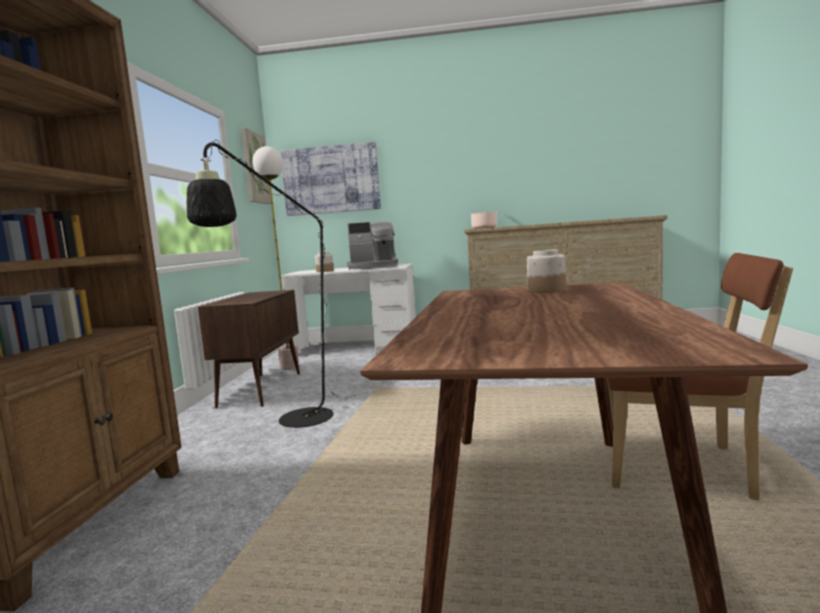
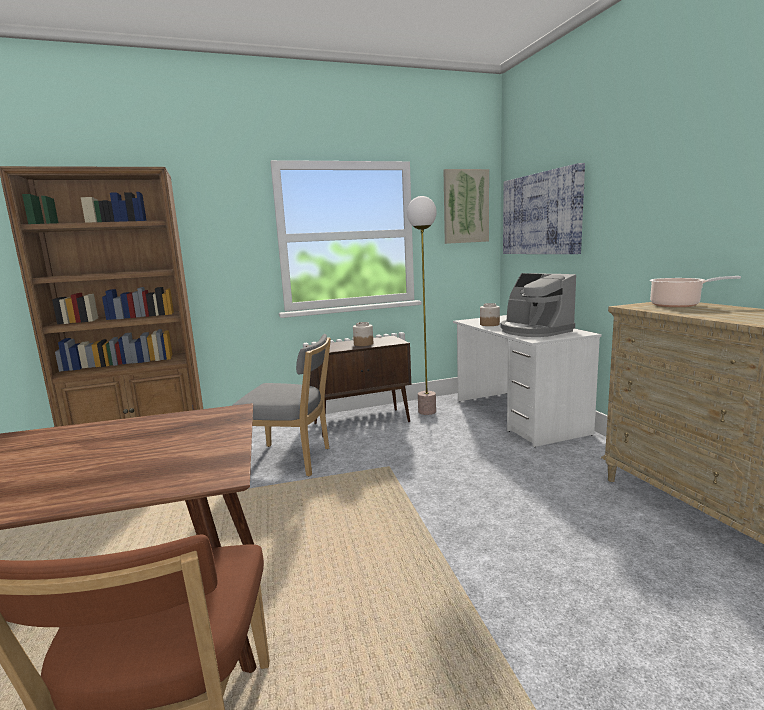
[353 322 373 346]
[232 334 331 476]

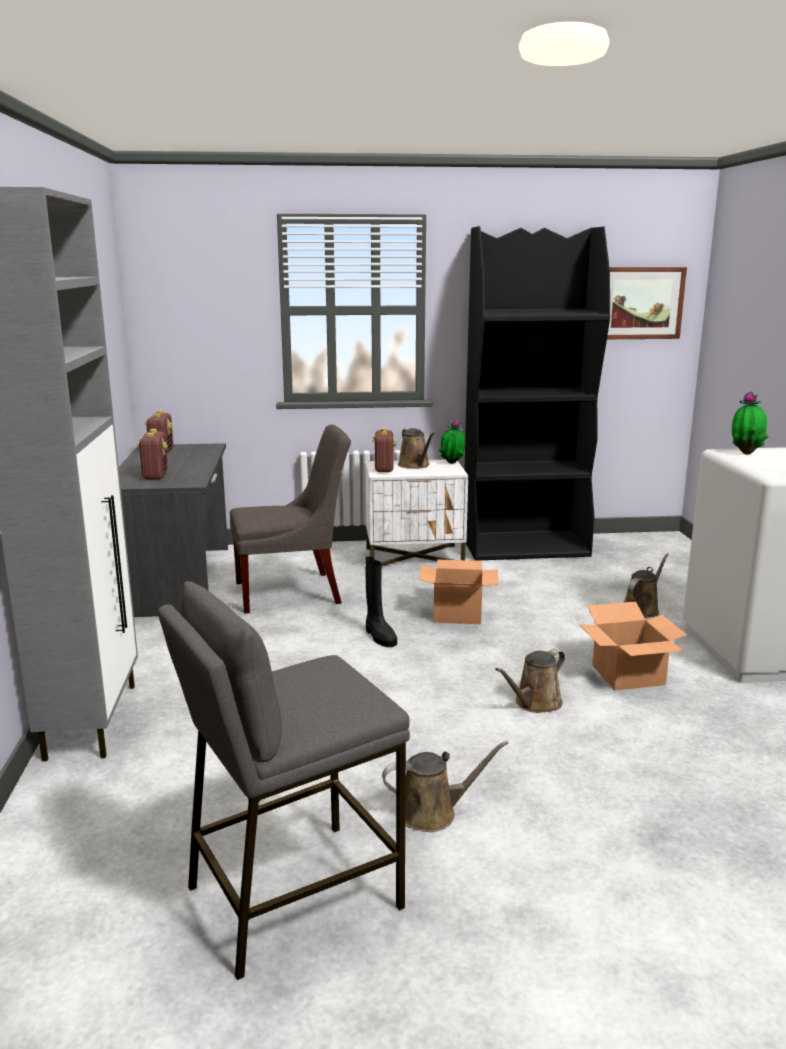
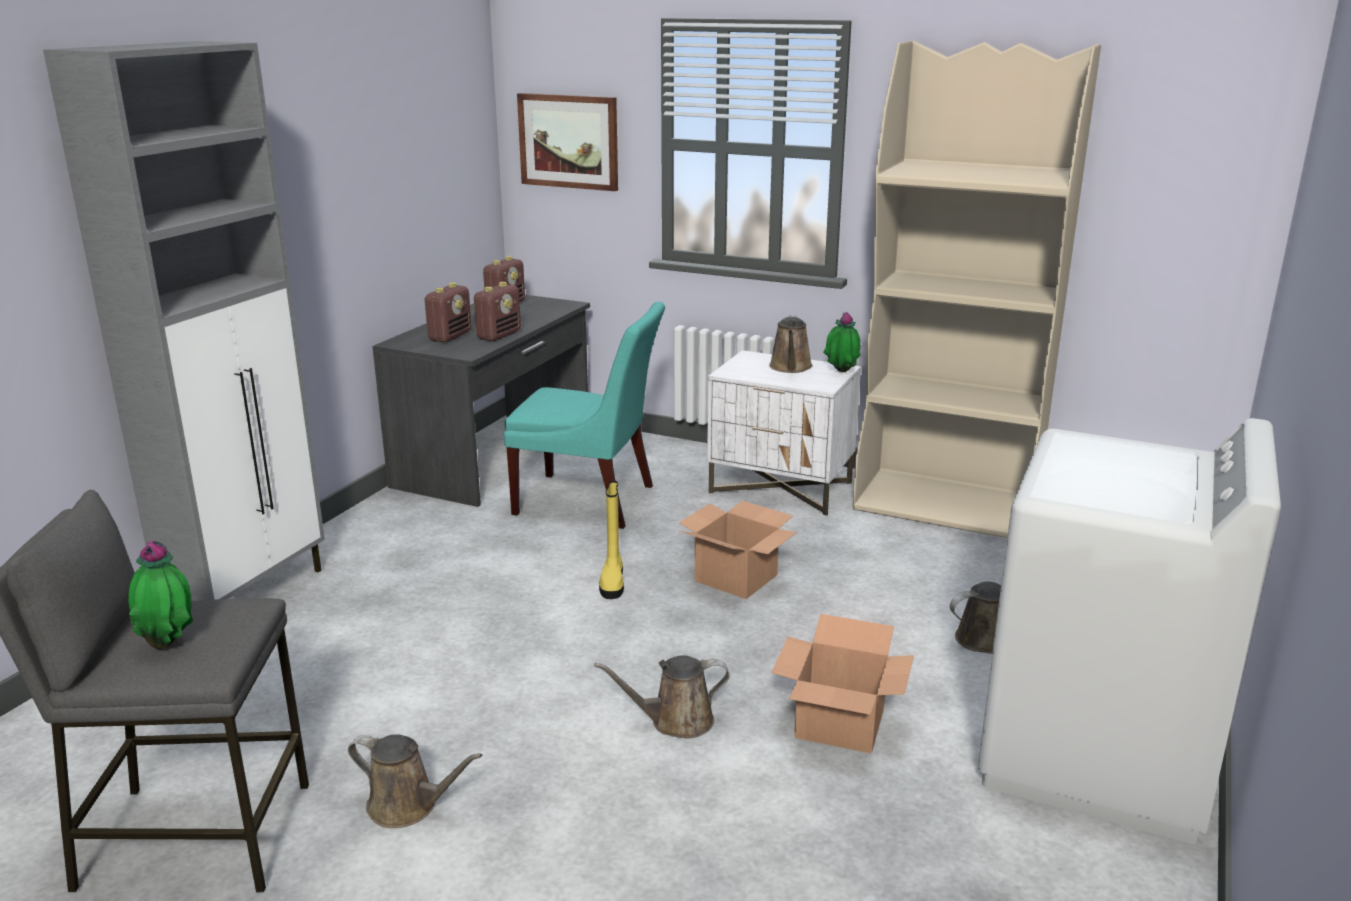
[474 282 521 341]
[517 93 618 191]
[128 540 193 649]
[504 302 665 529]
[599 481 624 599]
[852 41 1101 538]

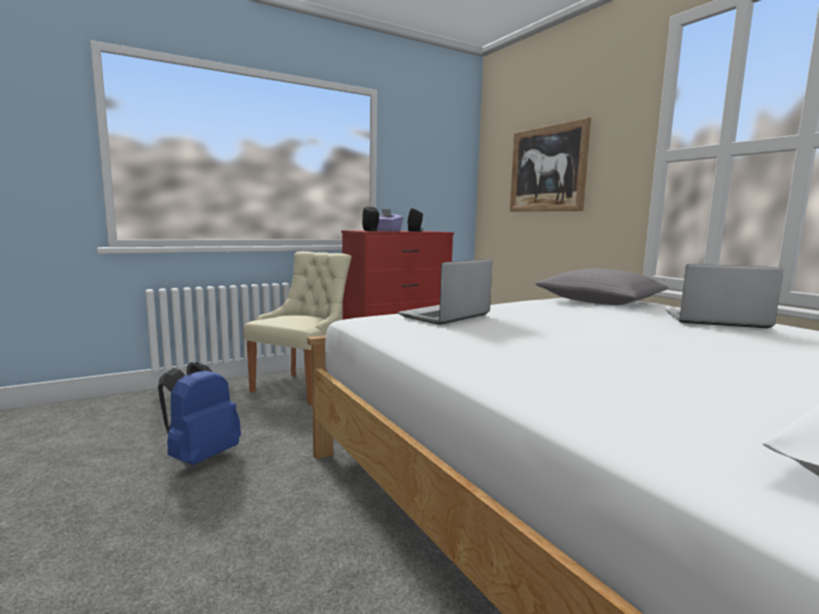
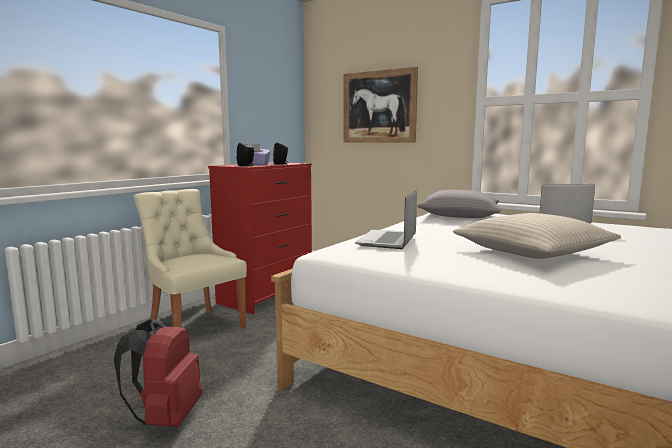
[453 213 621 259]
[114 319 202 427]
[134 189 247 328]

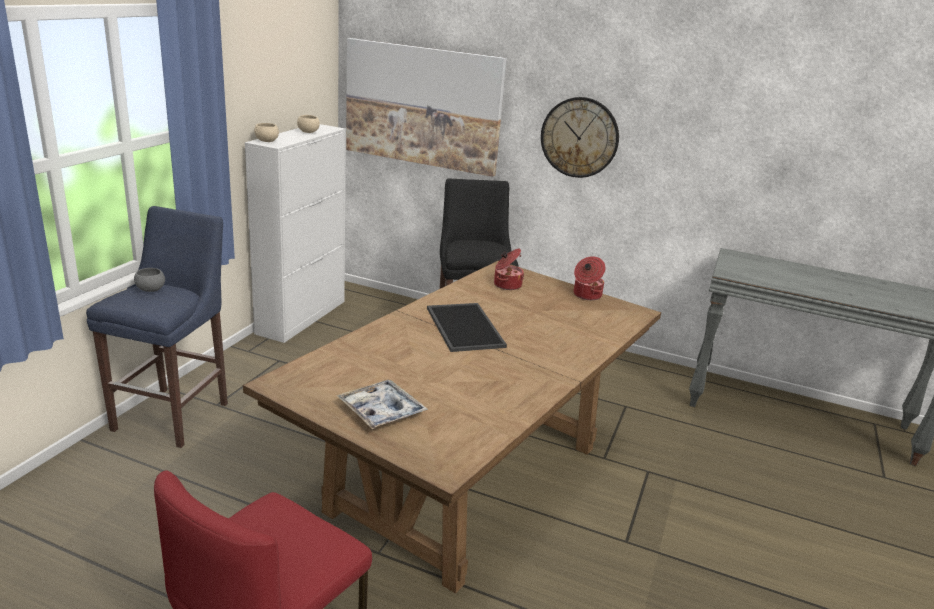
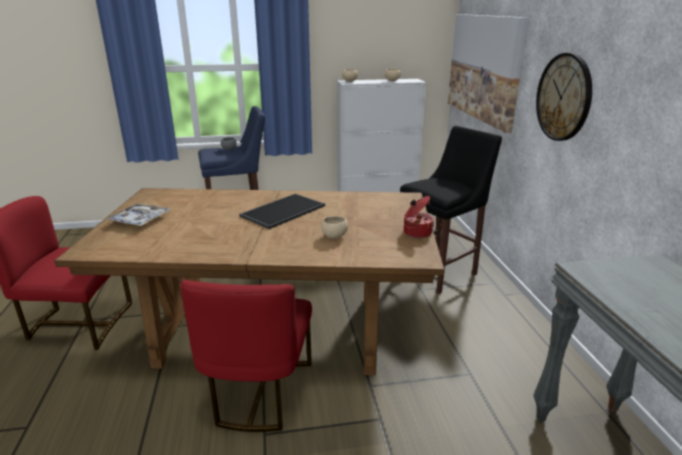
[494 249 524 290] (first image)
[180 280 312 432]
[321 216 348 239]

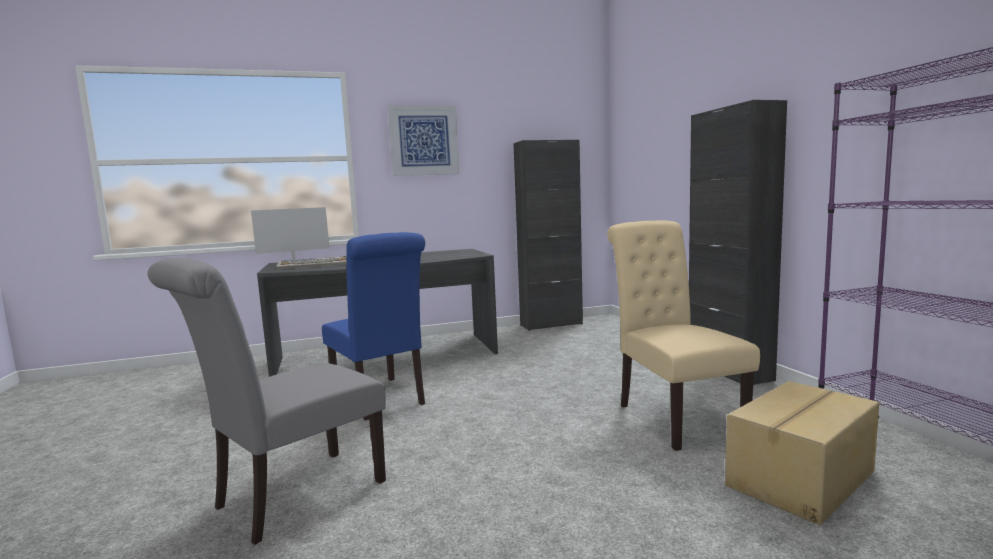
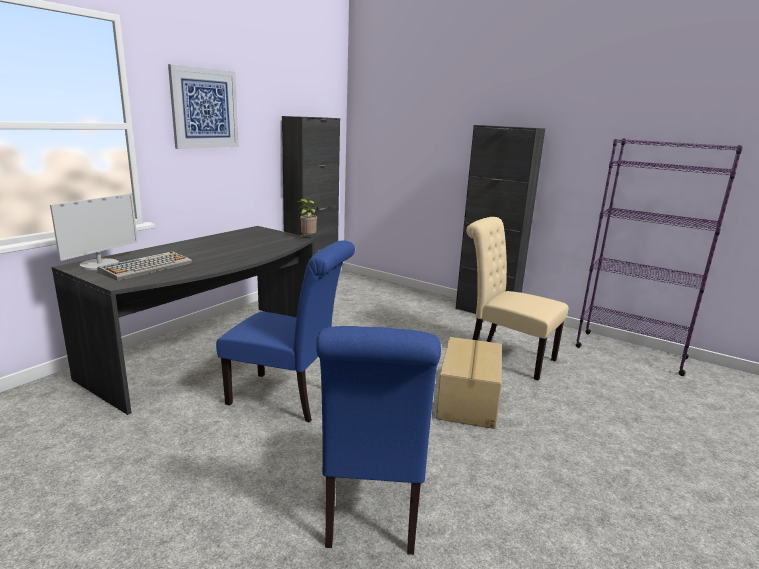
[296 199 317 238]
[436 337 502 429]
[316 326 441 555]

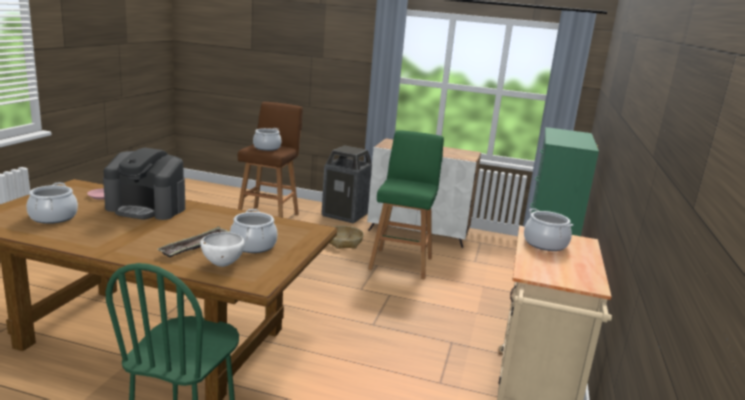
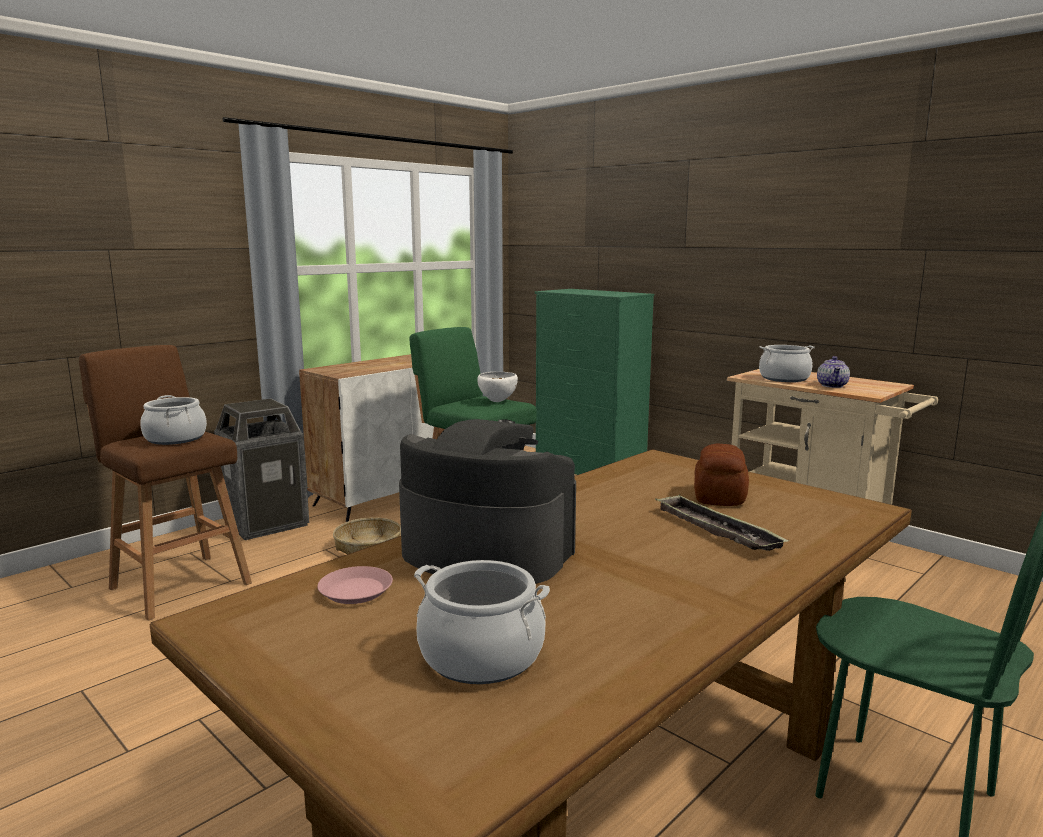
[817 356 850 388]
[477 372 518 402]
[694 443 749 506]
[399 419 576 584]

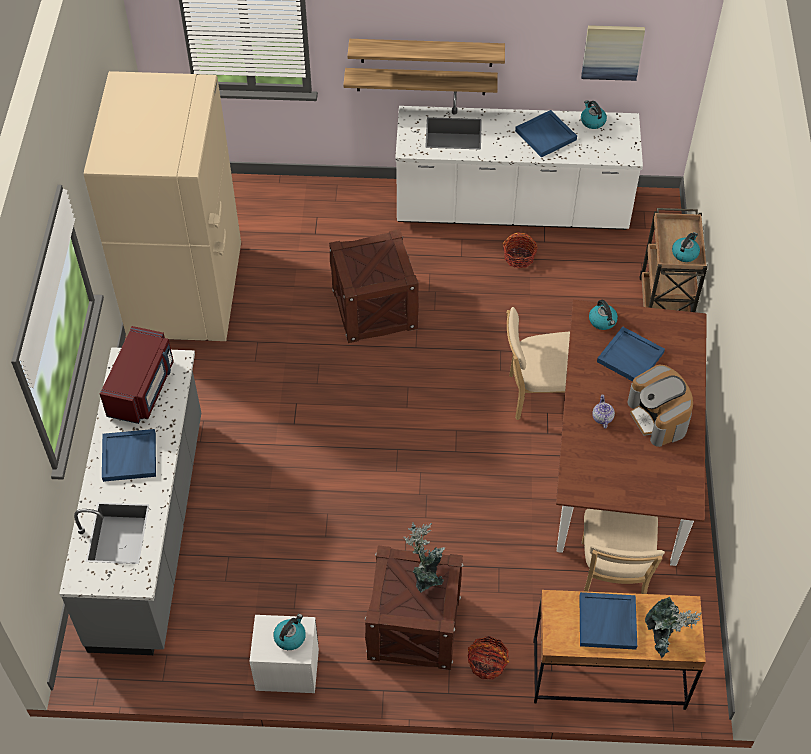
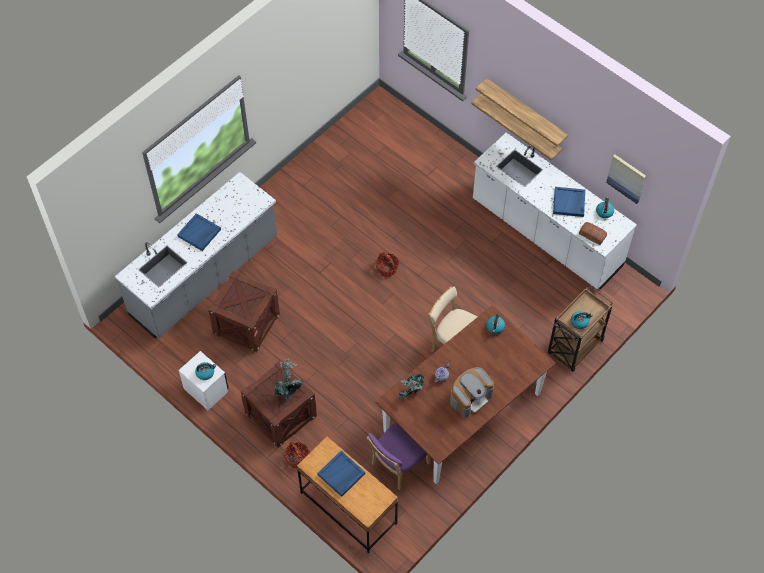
[84 71 241 341] (first image)
[100 326 174 424] (first image)
[597 326 665 381] (first image)
[579 222 607 245]
[208 271 280 353]
[375 252 399 277]
[399 374 424 400]
[366 422 430 490]
[450 367 494 418]

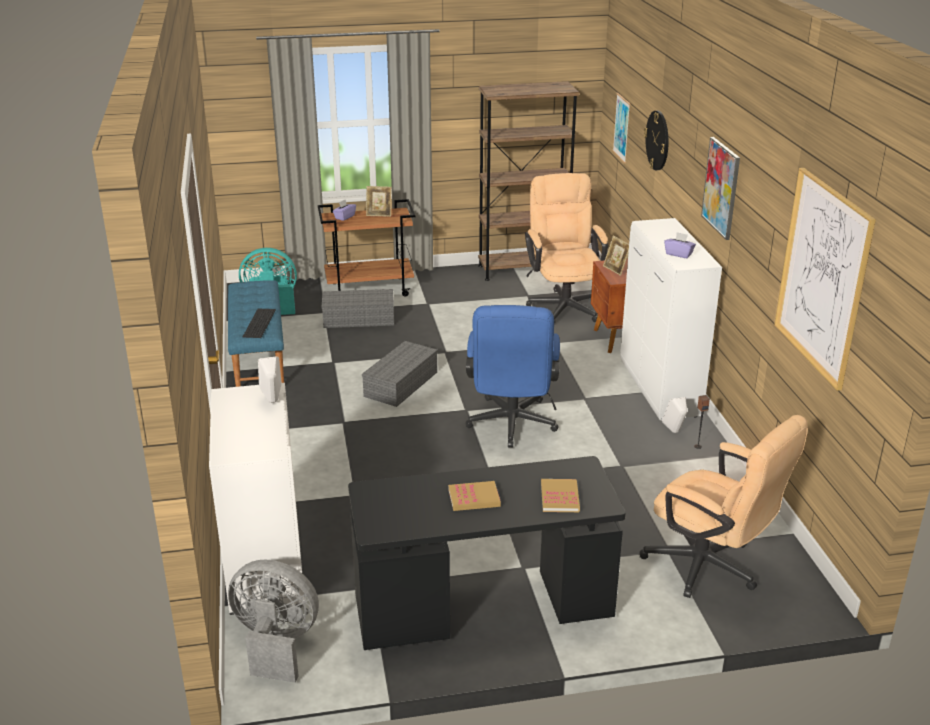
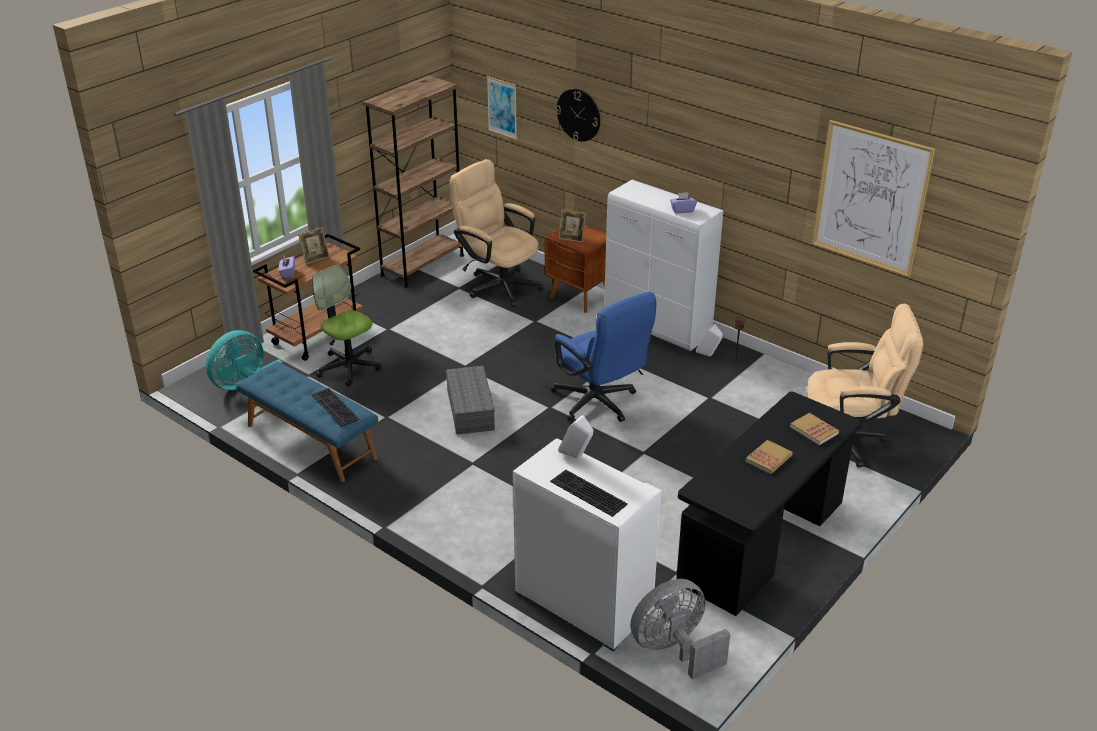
[701 137 740 240] (first image)
[550 470 628 517]
[312 265 382 386]

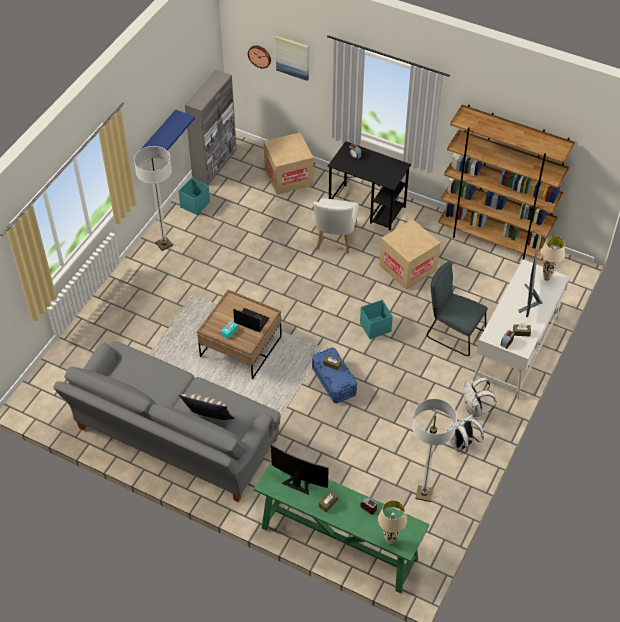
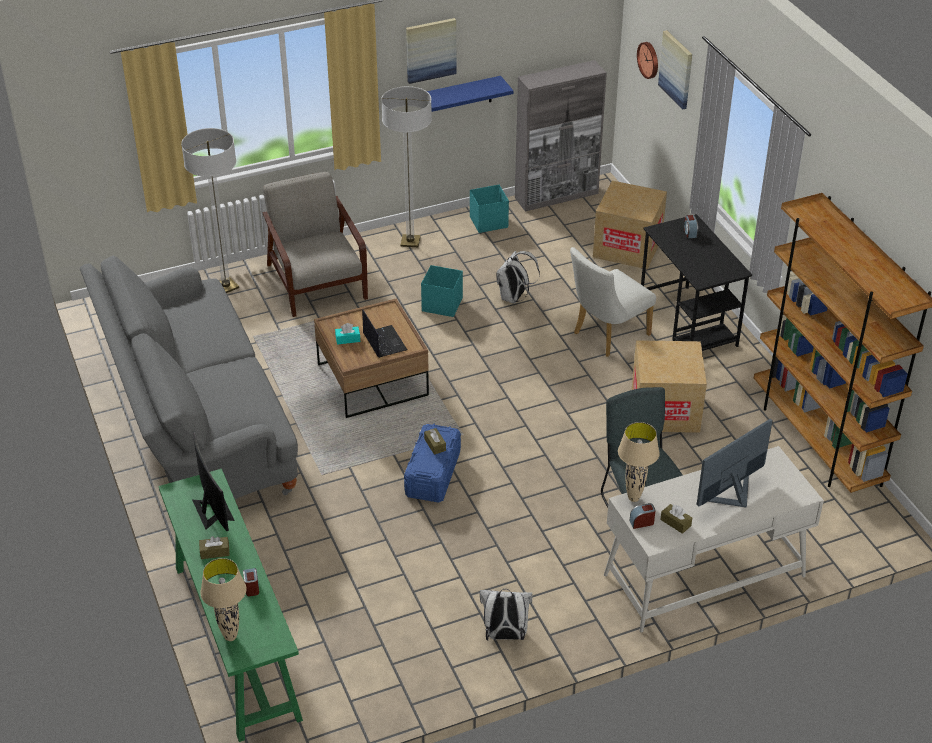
[179 394 235 420] (first image)
[262 172 368 317]
[406 18 457 84]
[421 265 463 317]
[181 128 239 293]
[496 251 540 304]
[618 422 660 502]

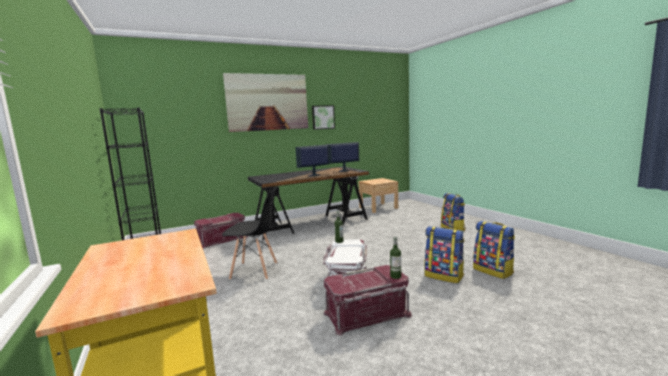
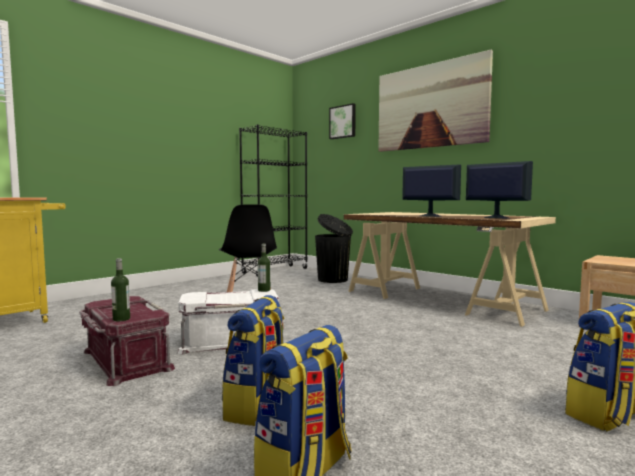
[329 103 356 139]
[315 214 353 283]
[344 212 556 327]

